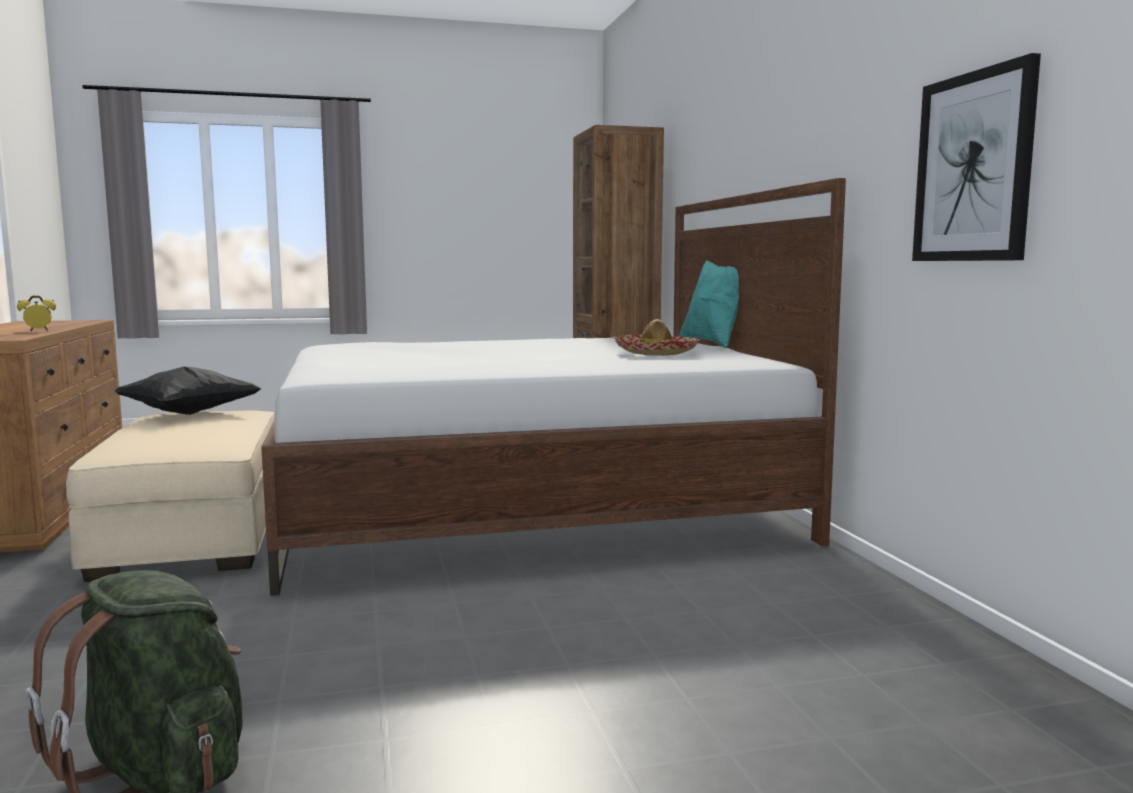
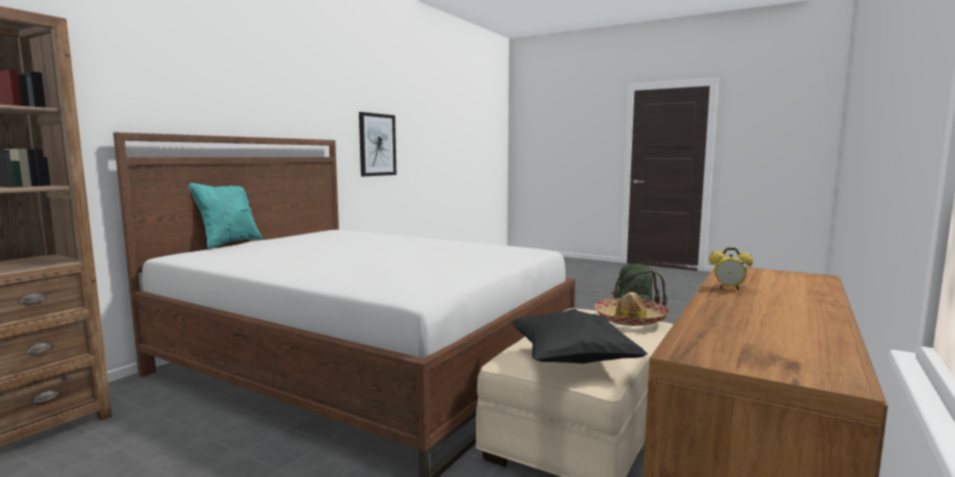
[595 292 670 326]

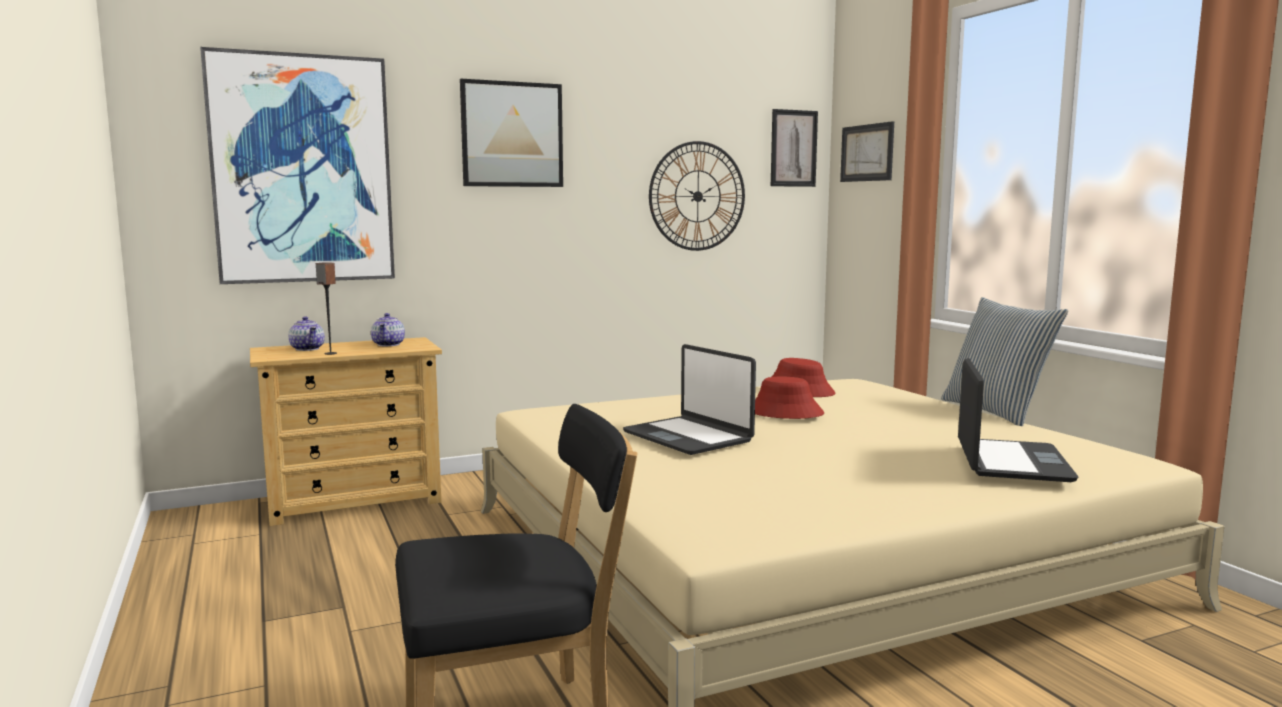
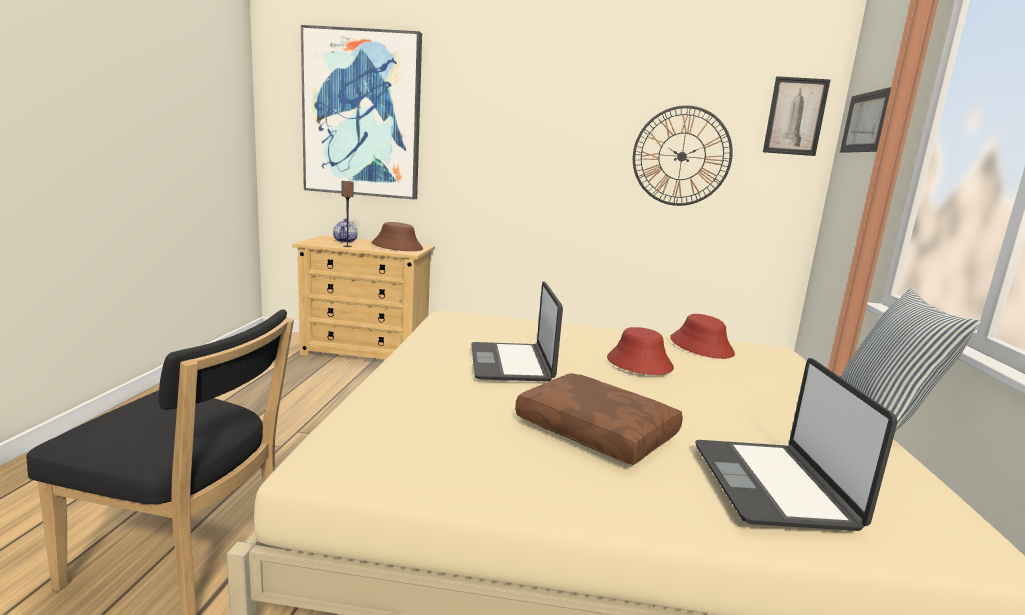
[460 79 563 187] (first image)
[515 373 683 465]
[372 222 423 251]
[695 358 897 531]

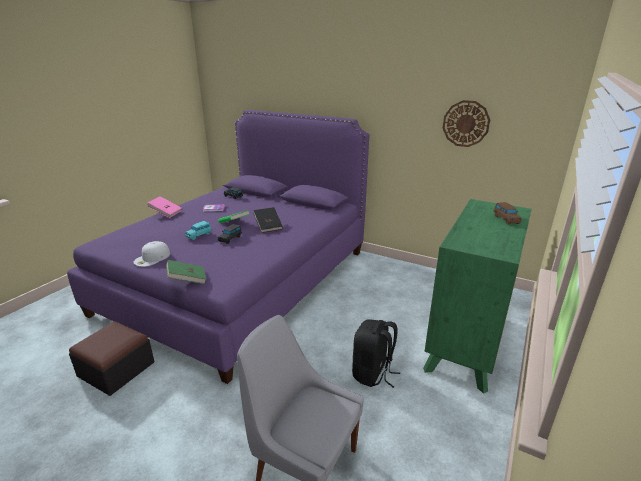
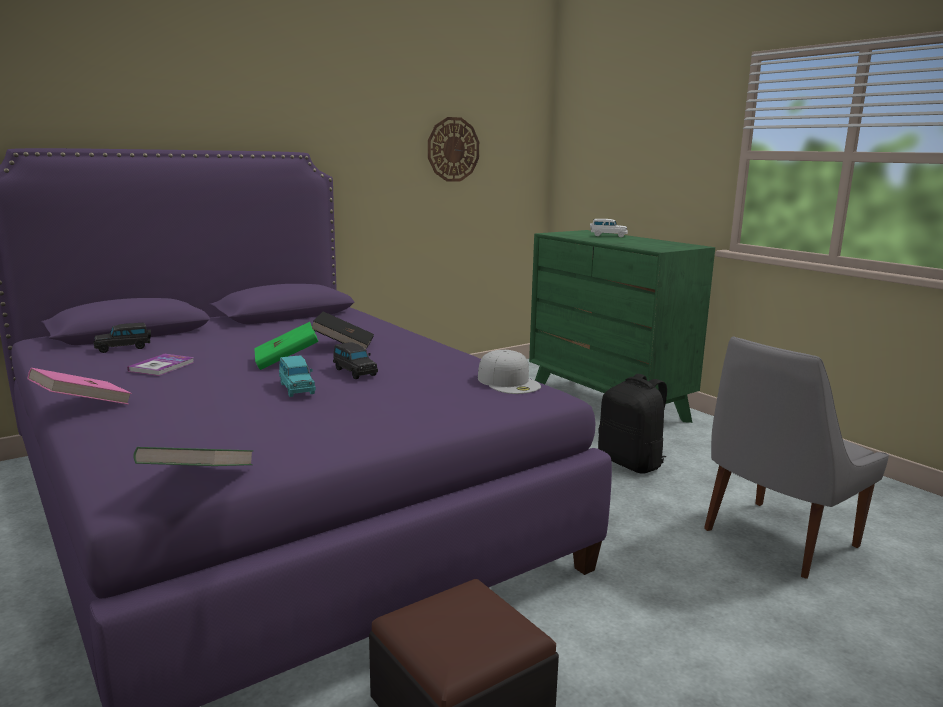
[478 350 541 394]
[133 447 254 466]
[590 219 628 237]

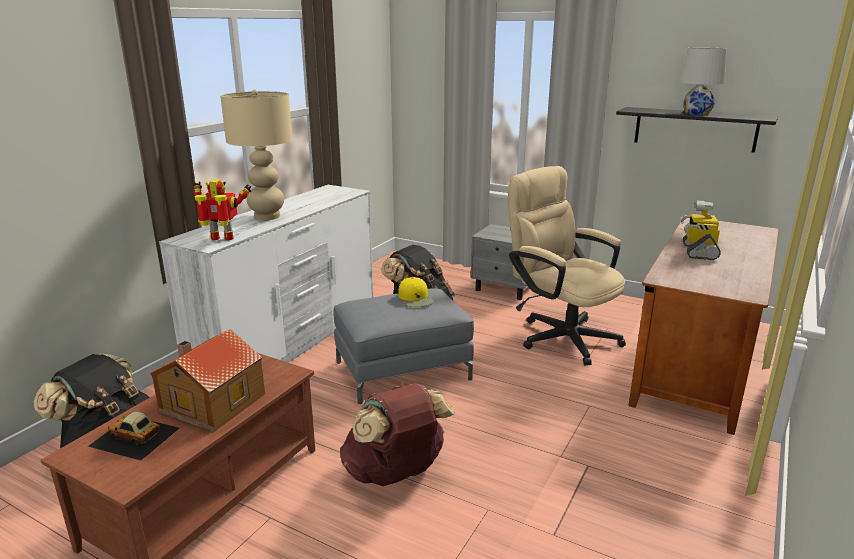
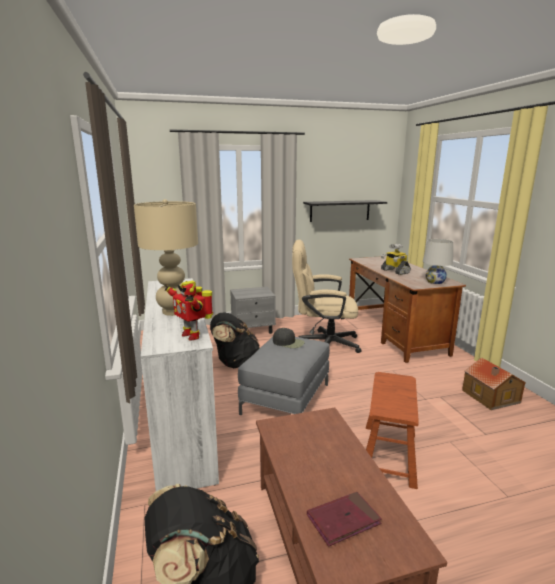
[462 357 526 410]
[423 239 453 284]
[307 492 382 547]
[366 372 419 489]
[273 328 305 348]
[165 281 213 341]

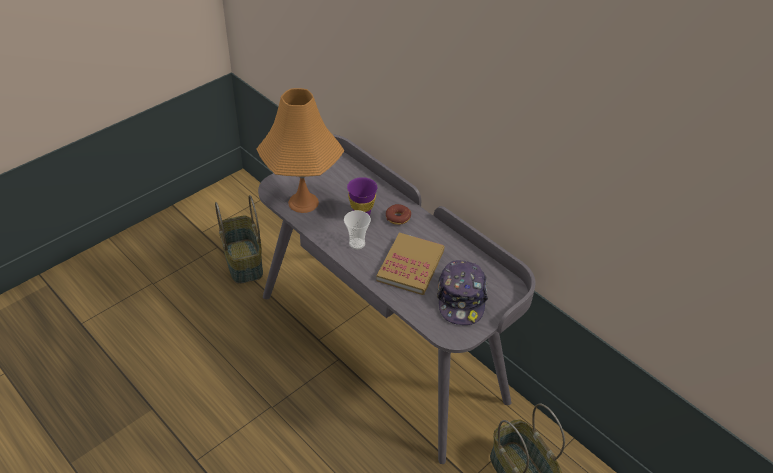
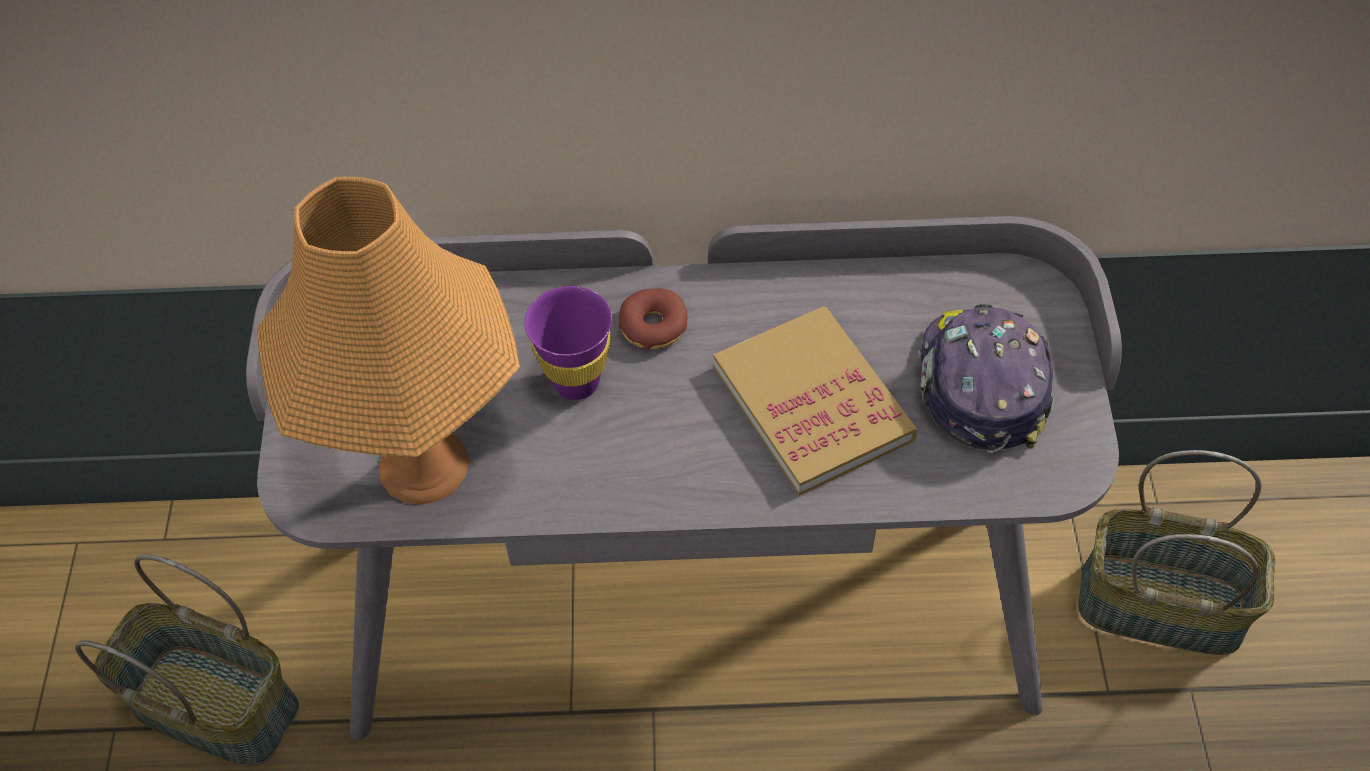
[344 210 371 249] (first image)
[918 304 1053 453]

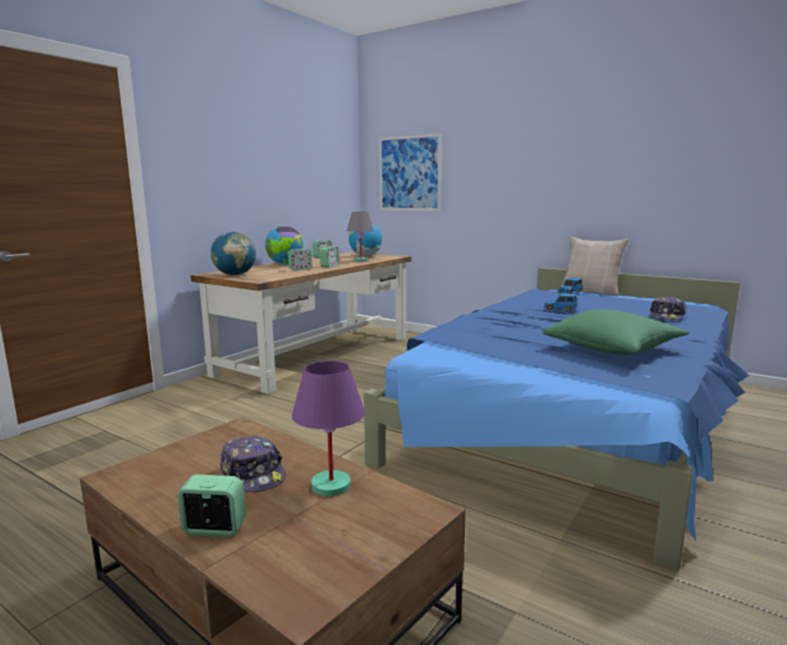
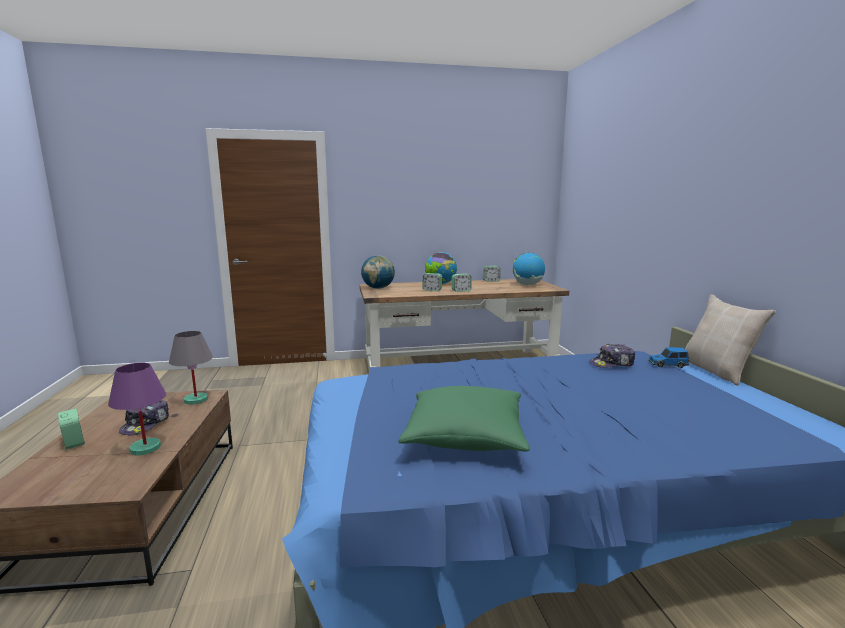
[379 133 442 211] (first image)
[544 293 578 312] (first image)
[169 331 213 405]
[589 344 635 368]

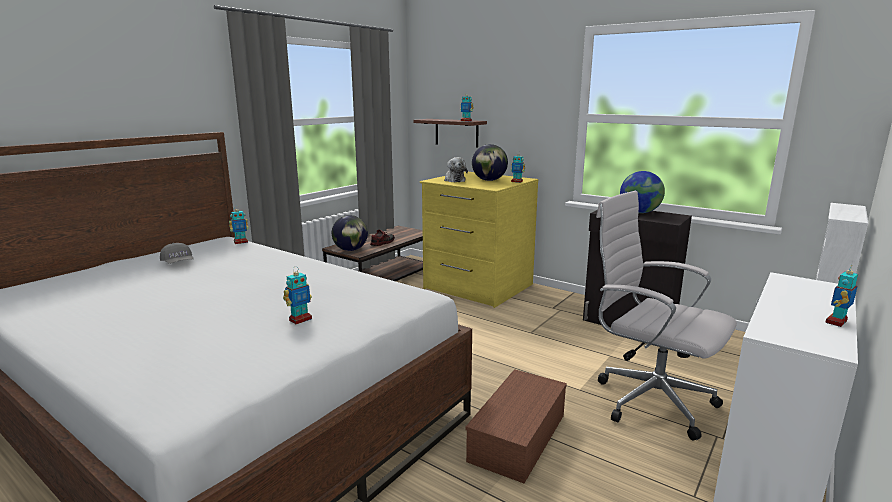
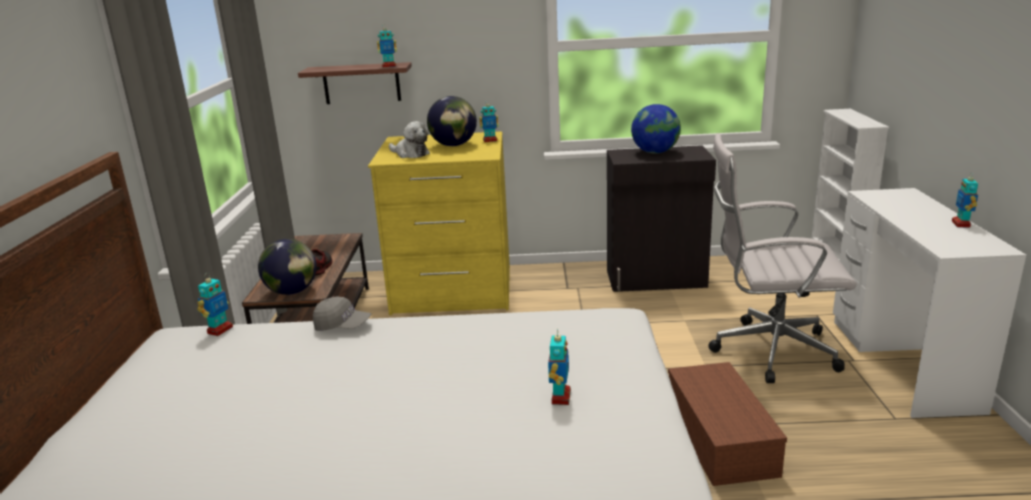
[313 297 371 331]

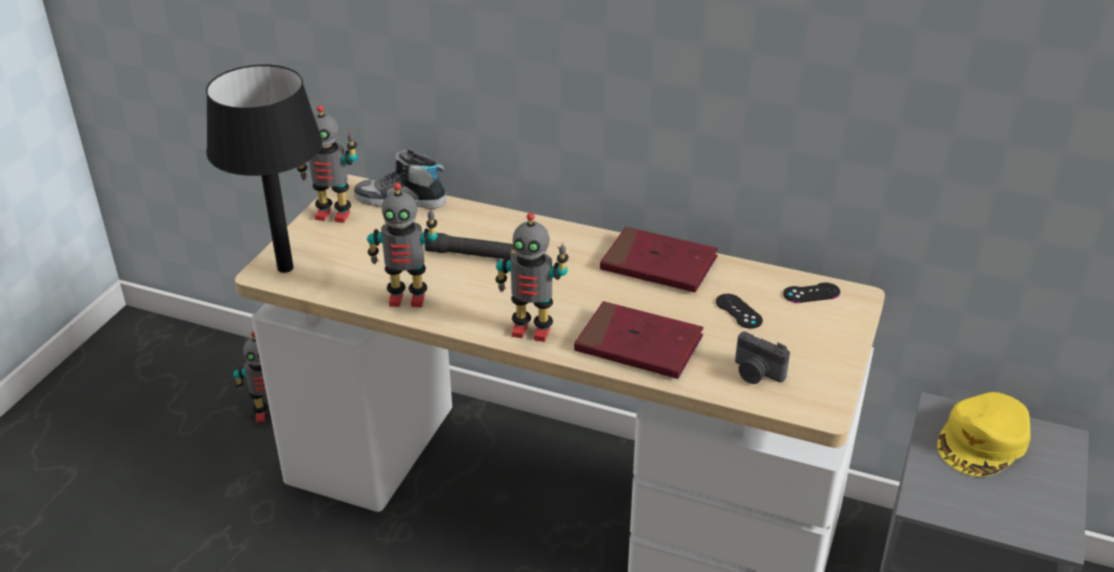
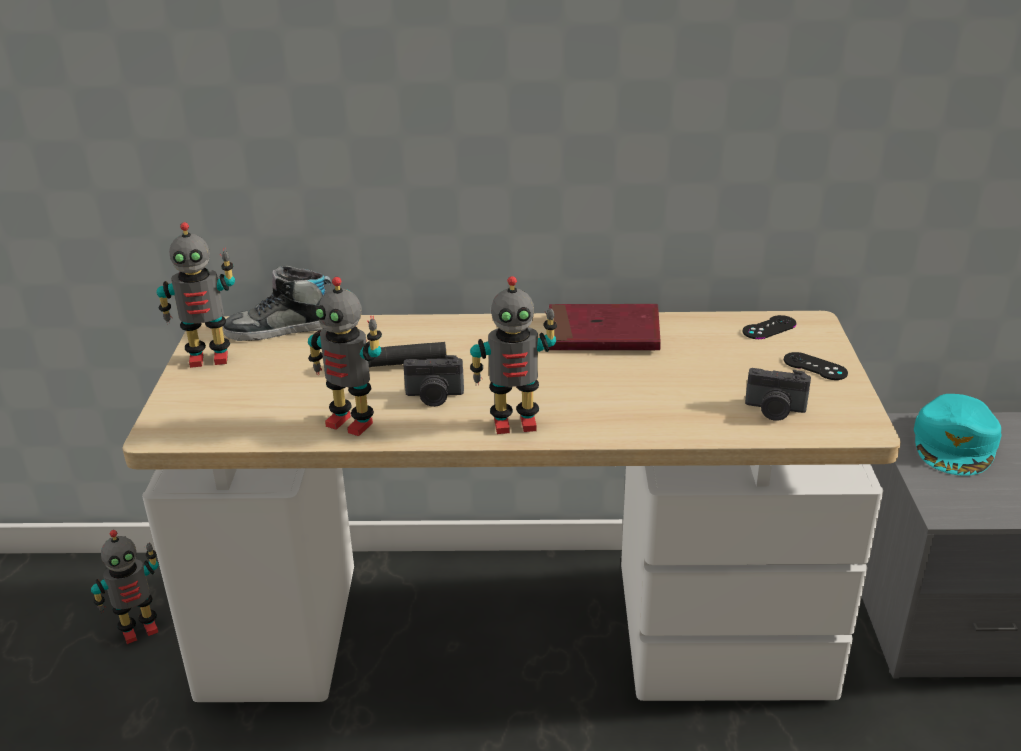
[206 65 322 273] (first image)
[574 301 703 379] (first image)
[403 355 464 407]
[784 352 848 380]
[914 394 1002 476]
[308 277 382 436]

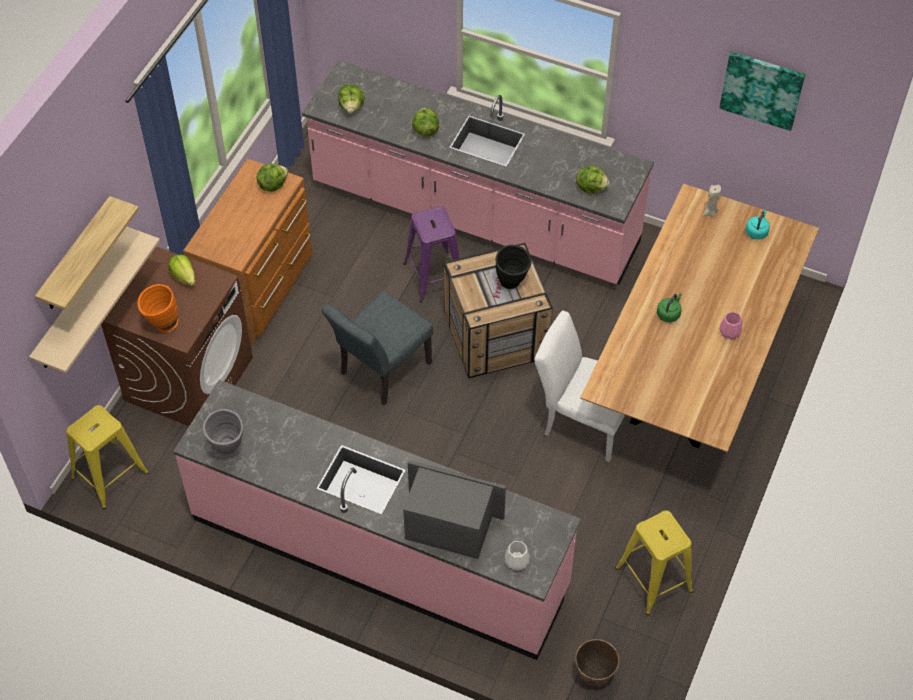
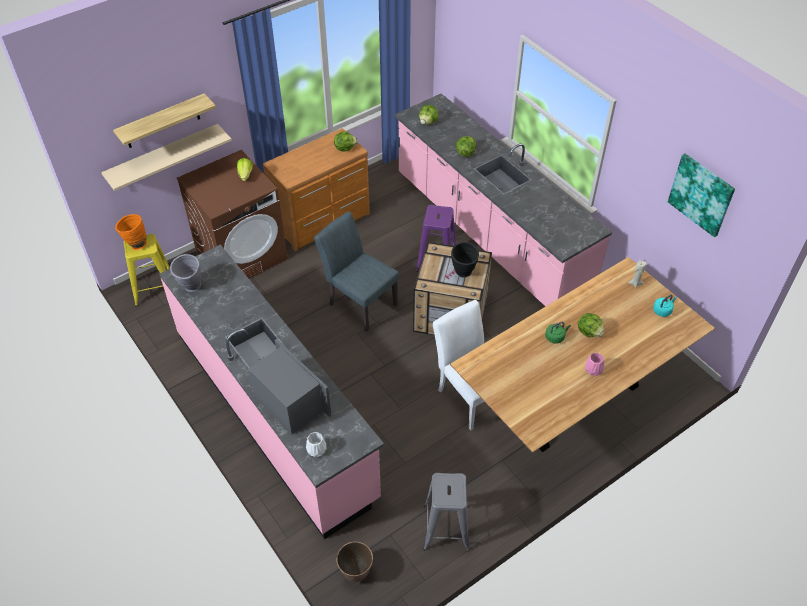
[115 214 147 250]
[578 313 604 337]
[424 473 469 551]
[314 211 399 332]

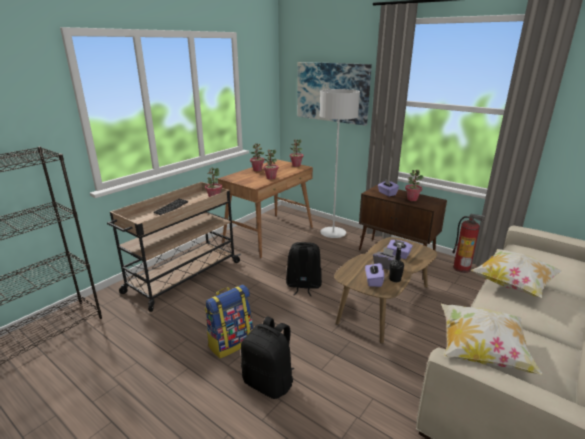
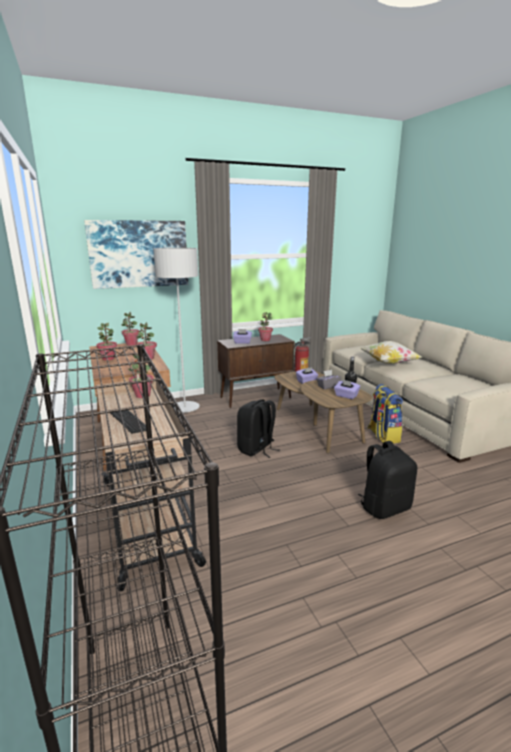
[441 304 544 375] (first image)
[368 384 403 444]

